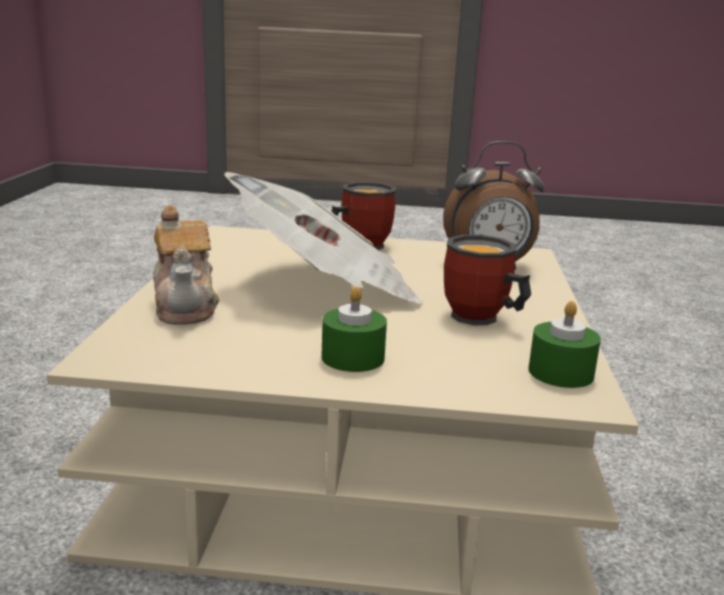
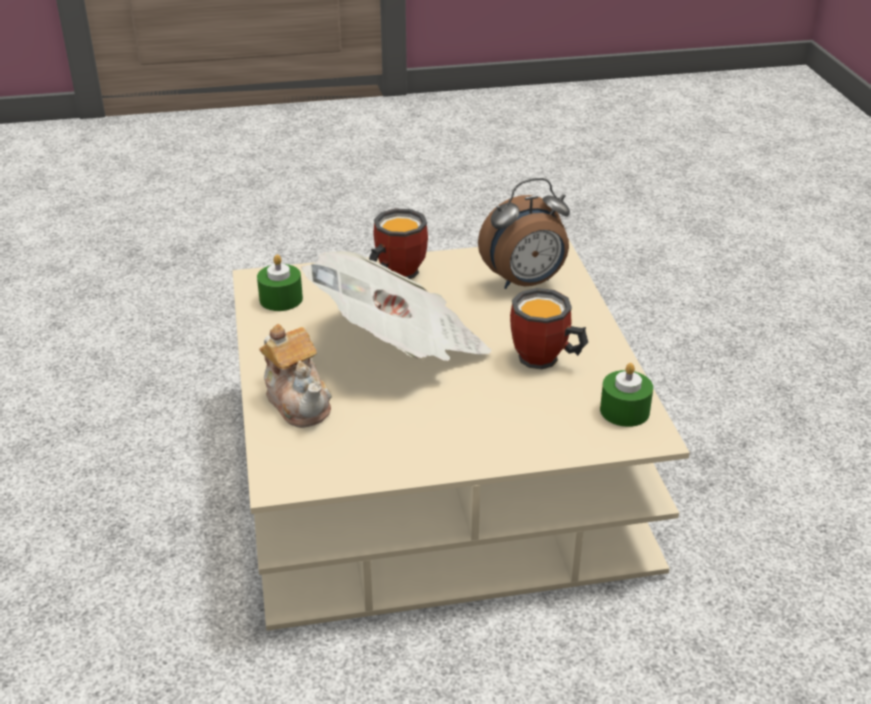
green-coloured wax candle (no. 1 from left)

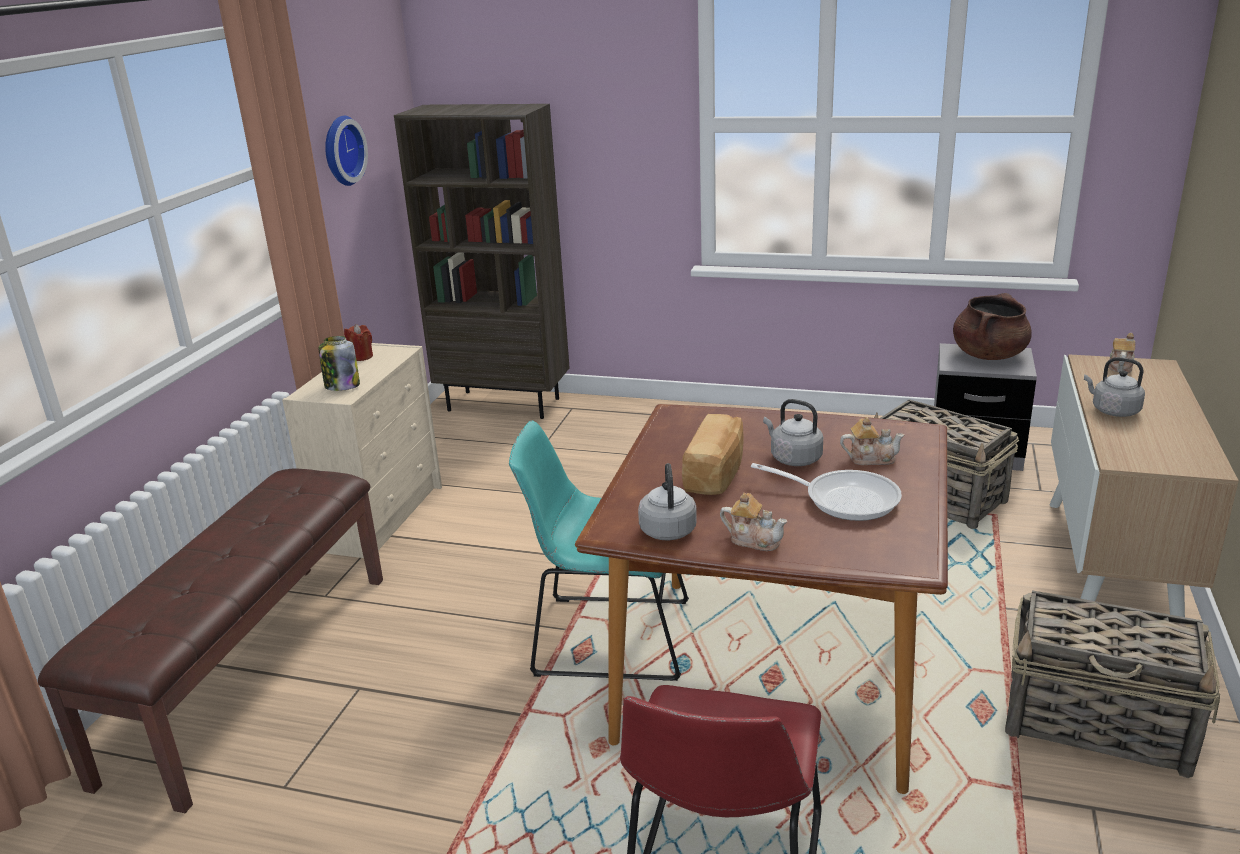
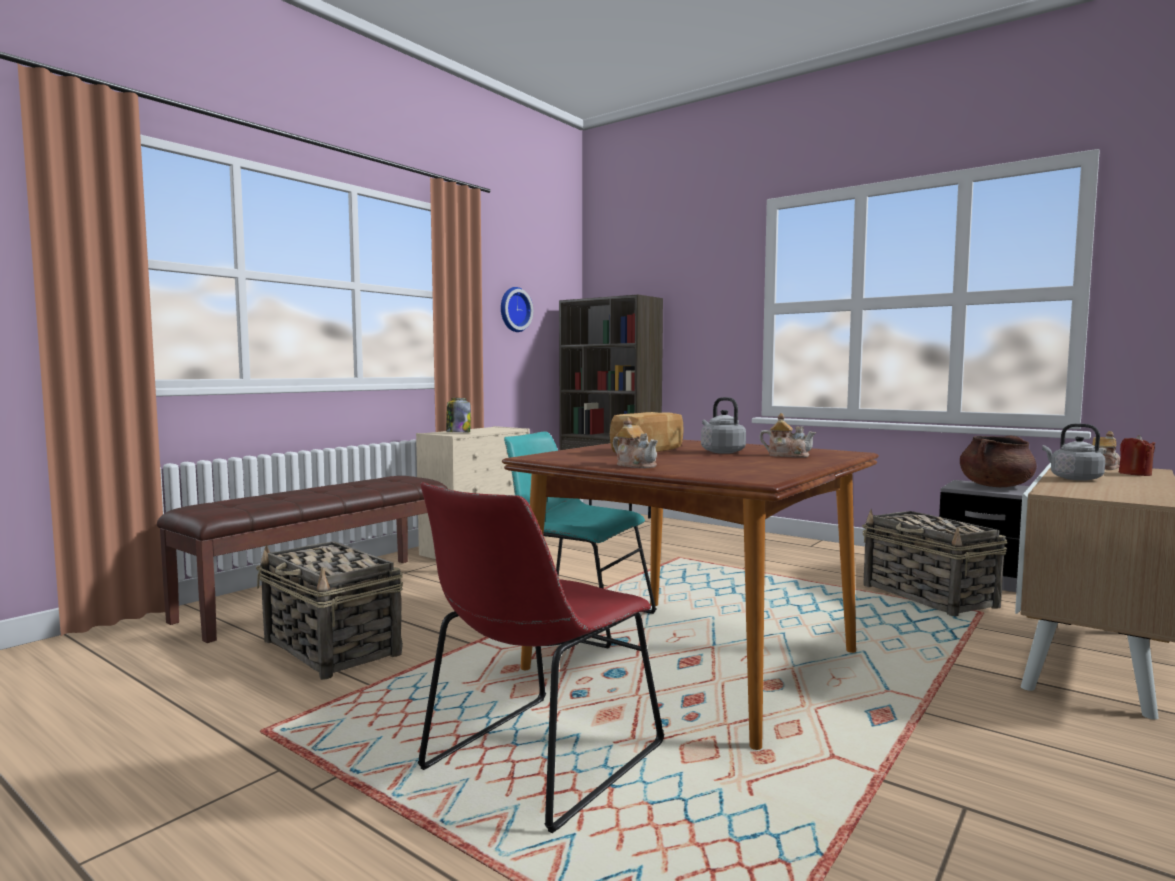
red-coloured wax candle
greyish water kettle (no. 1 from left in the first image)
skillet
storage basket (no. 1 from left)

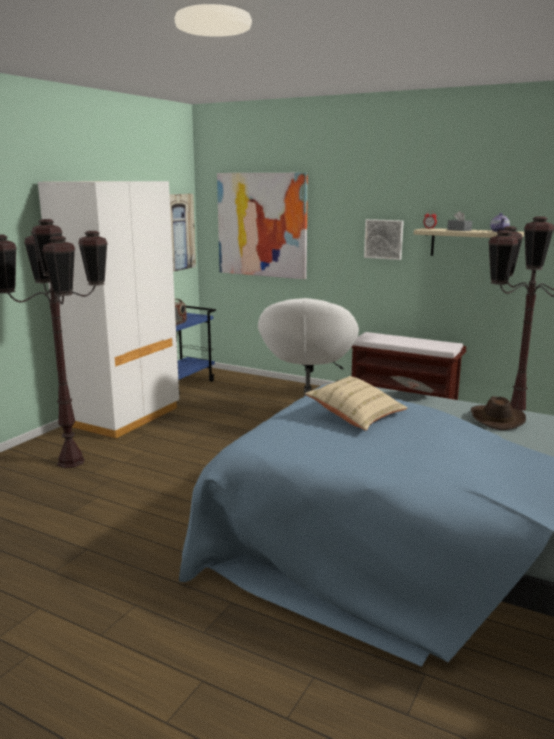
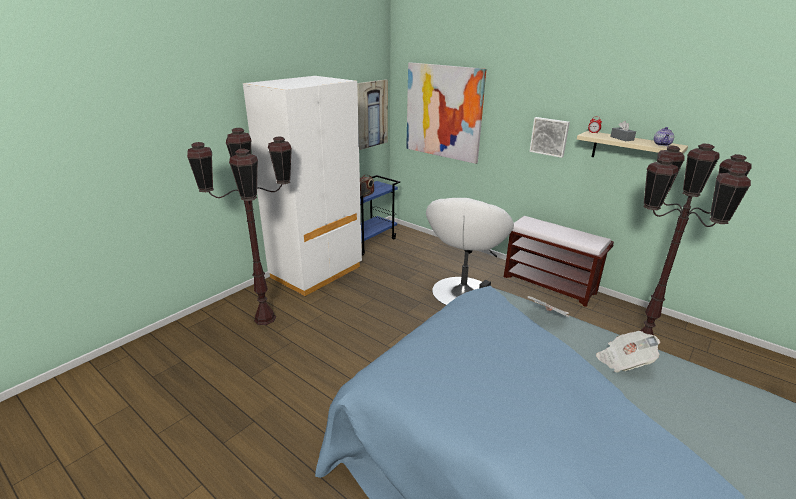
sand-coloured cushion
daily paper (no. 2 from left)

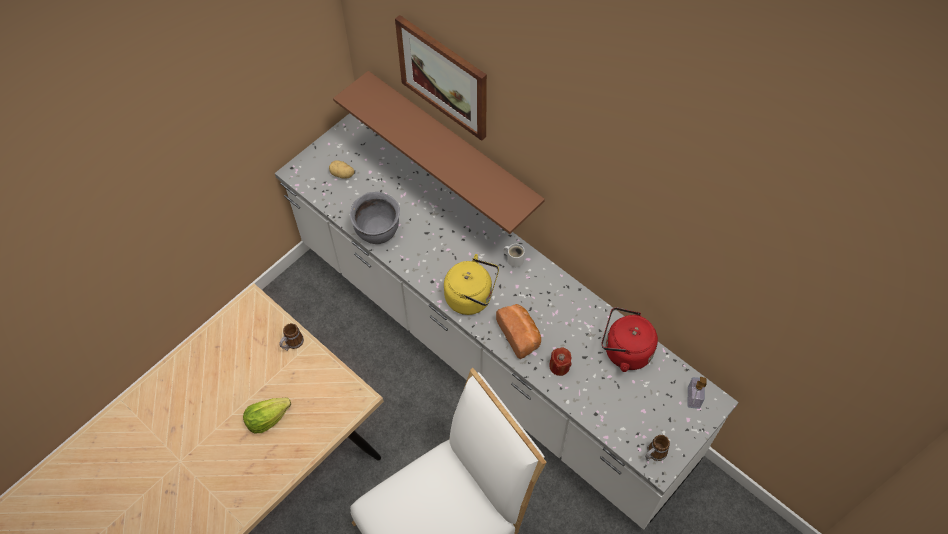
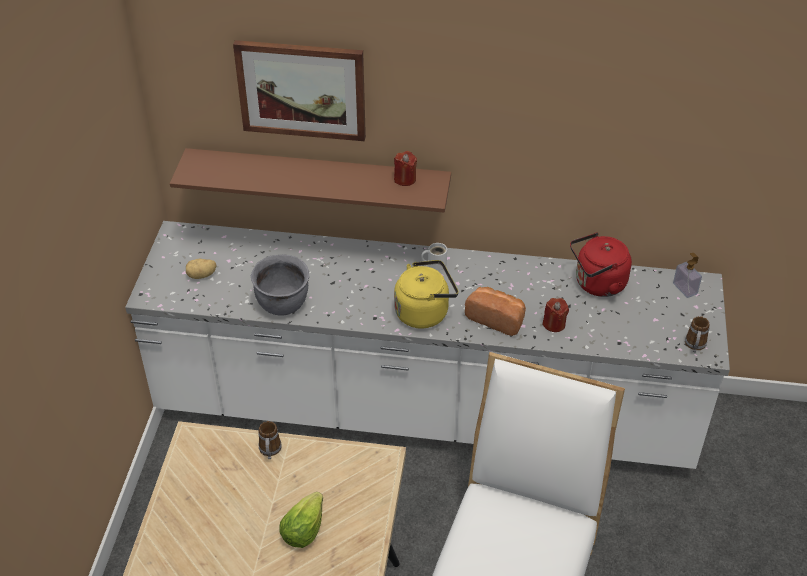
red-coloured wax candle (no. 1 from left)

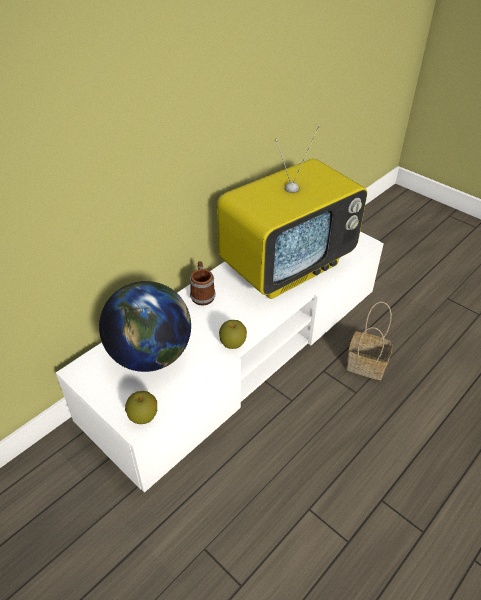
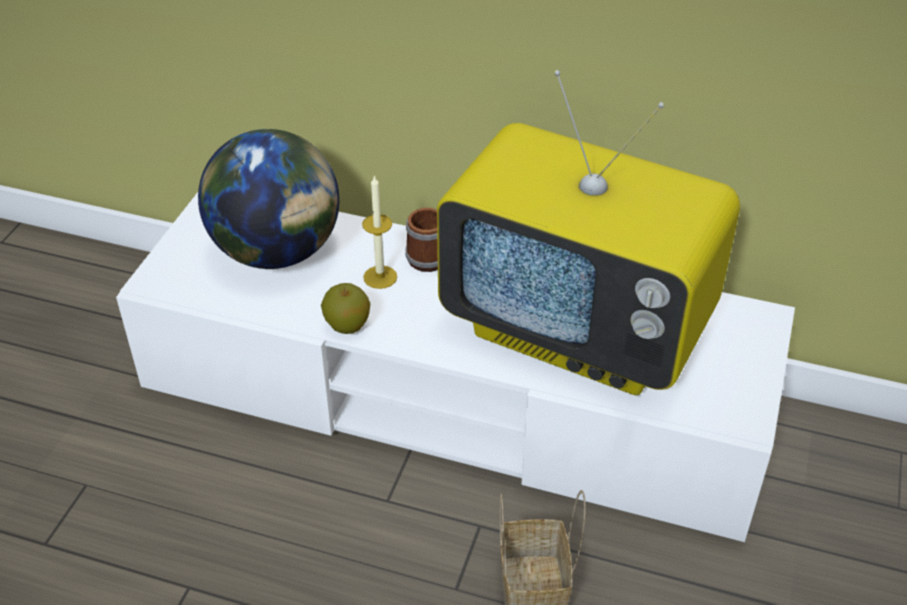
apple fruit (no. 1 from left in the first image)
wax candle

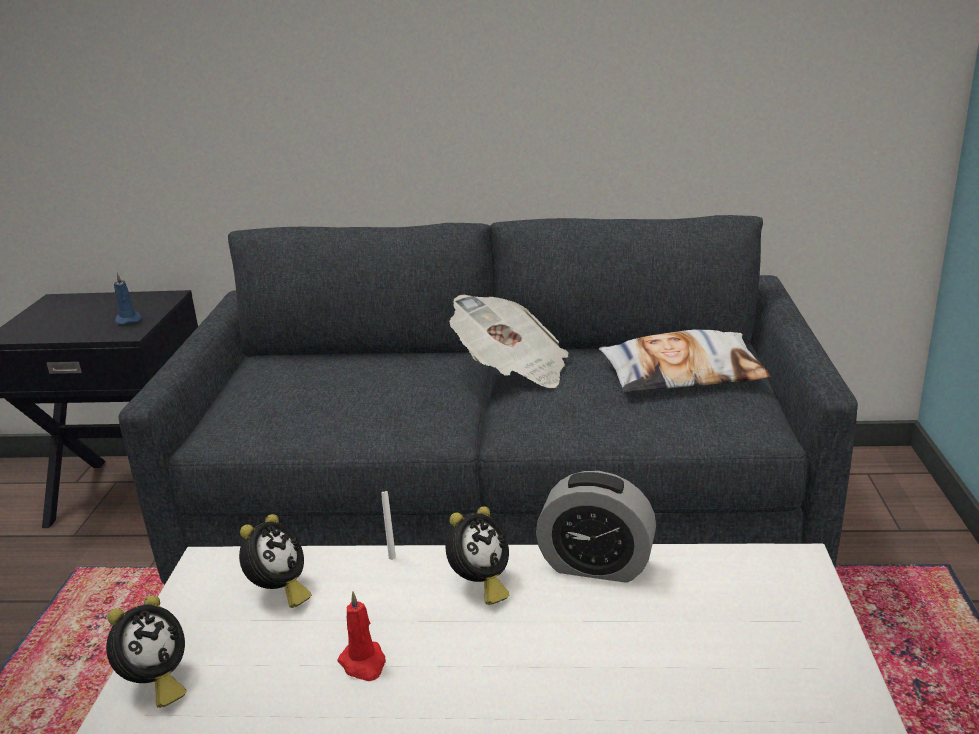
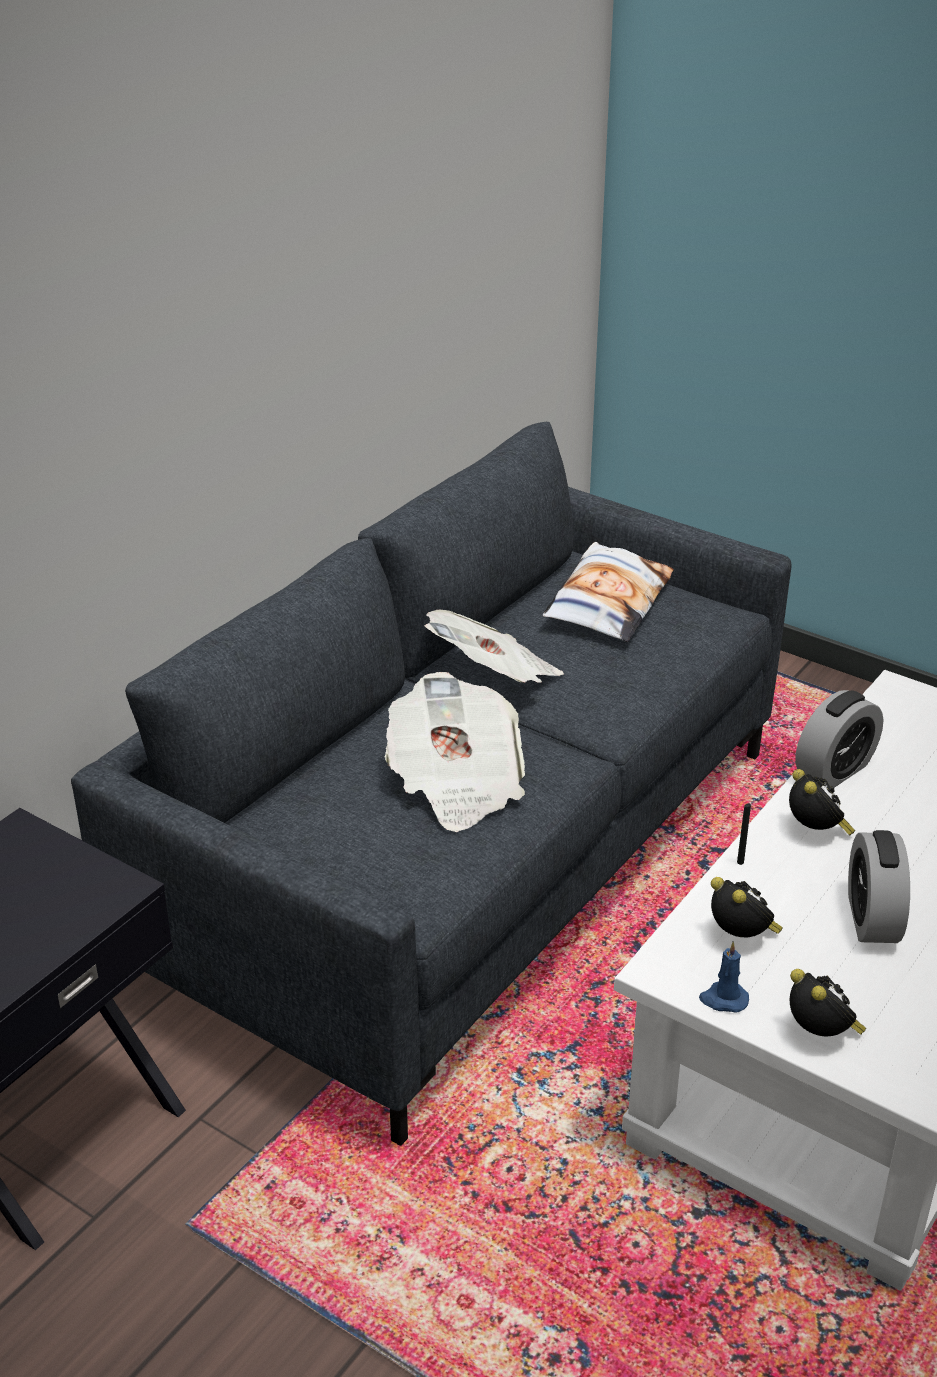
bluish wax candle
table clock (no. 5 from left)
black-coloured wax candle
daily paper (no. 1 from left)

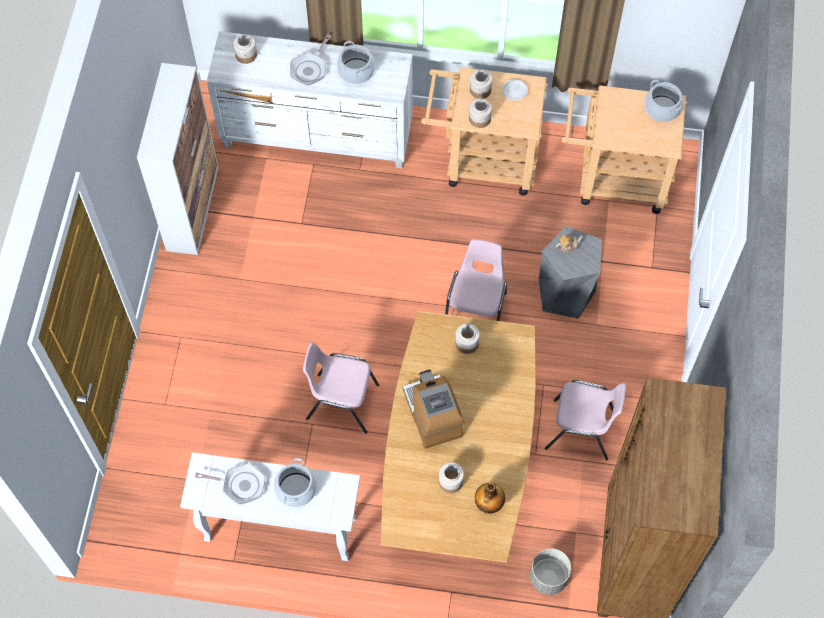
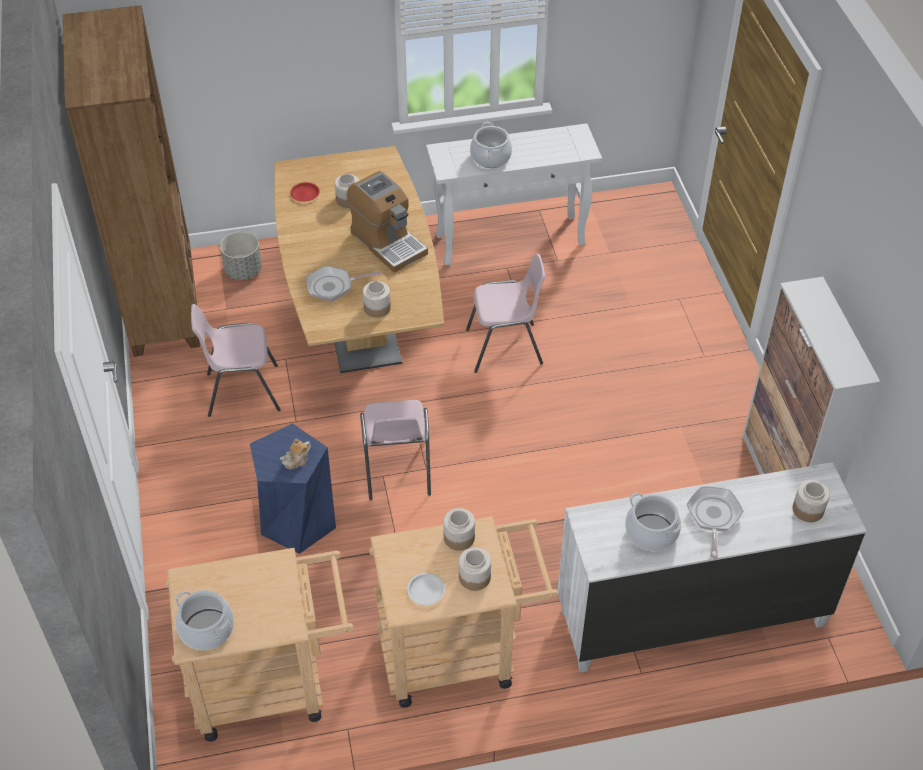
skillet (no. 1 from left)
red-coloured flat dish
bluish stool

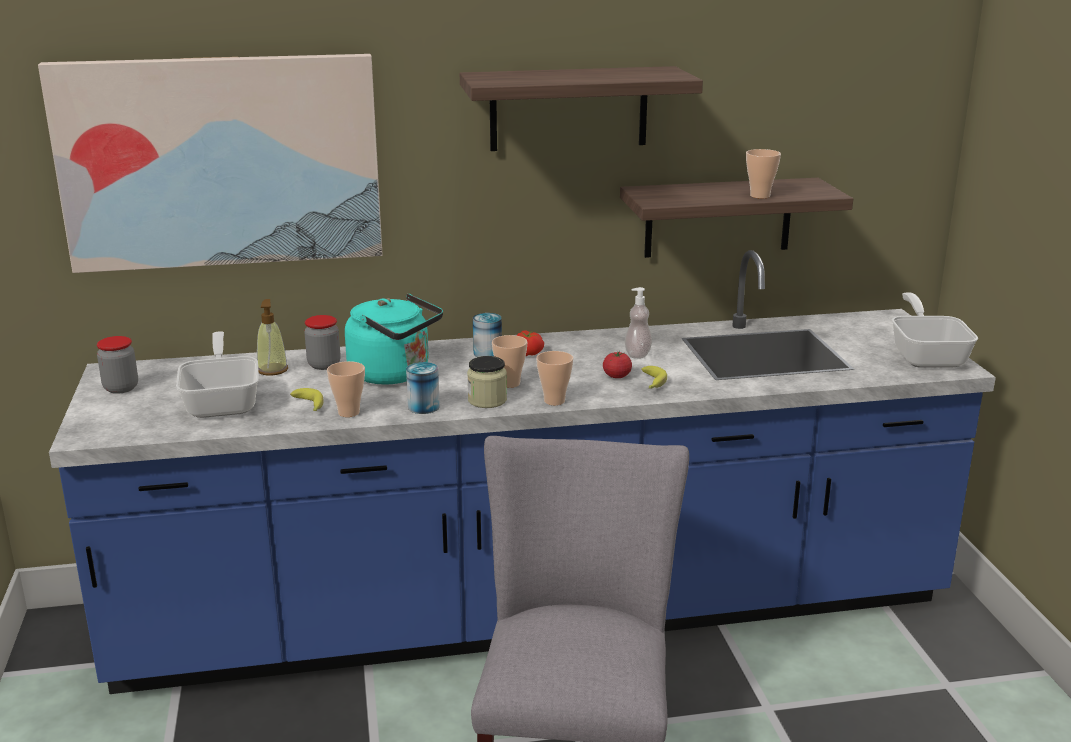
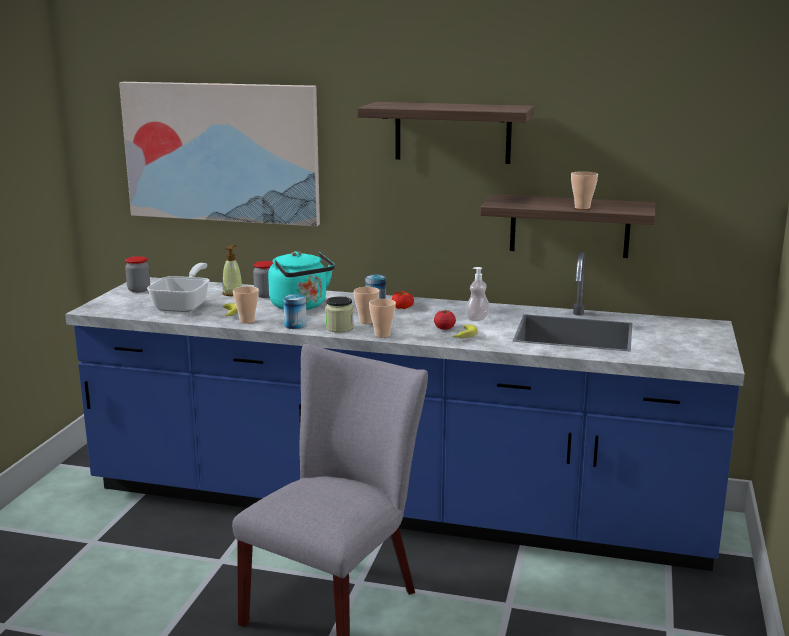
skillet (no. 2 from left in the first image)

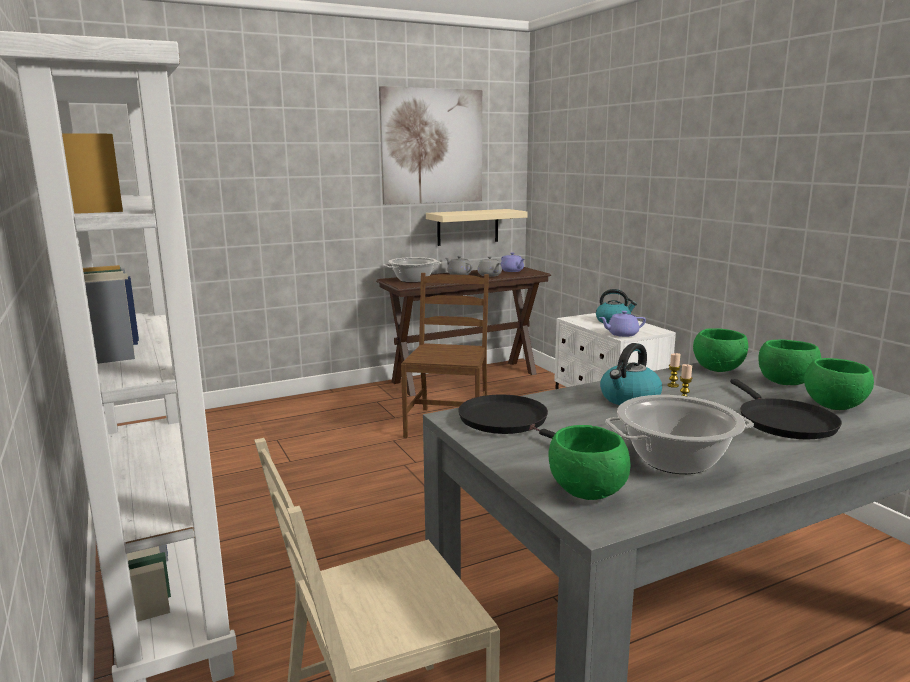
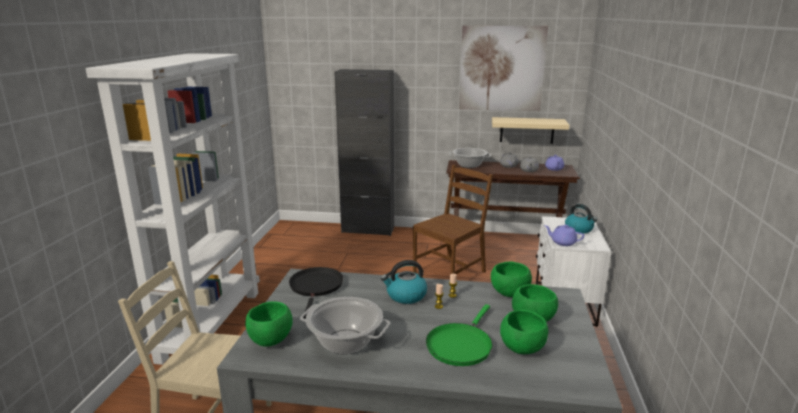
green-coloured skillet
black-coloured cupboard

